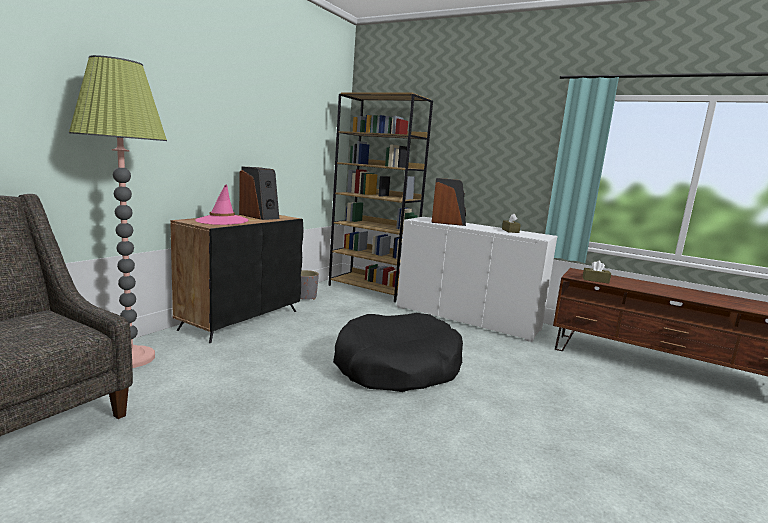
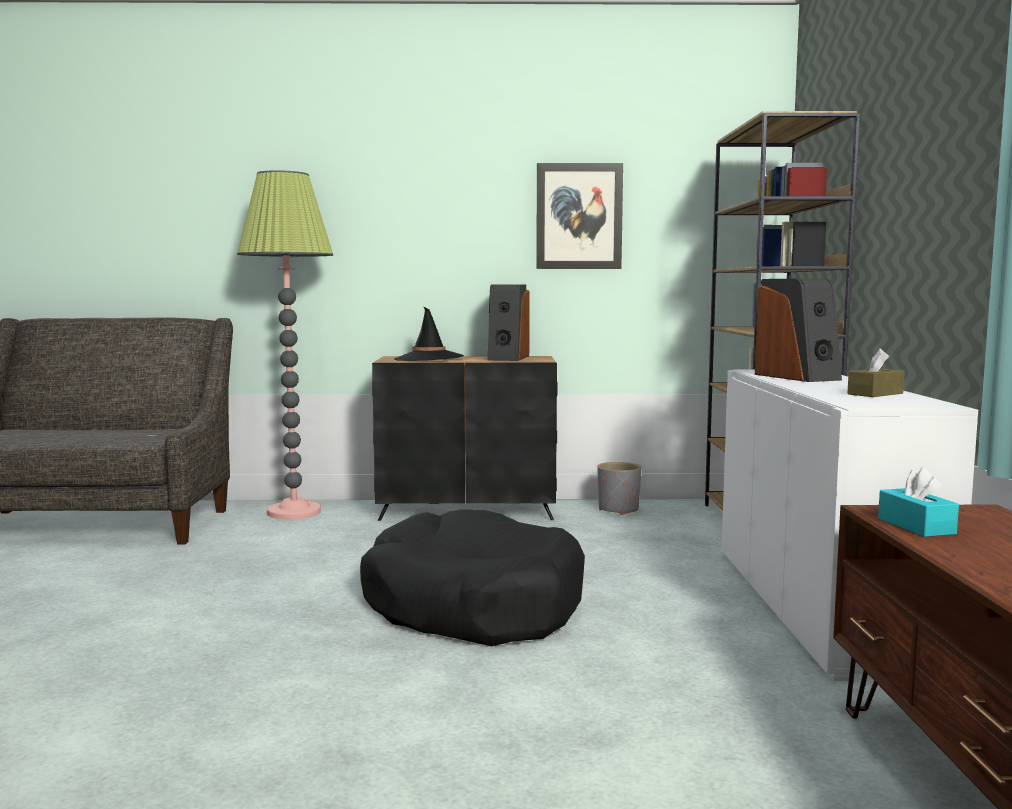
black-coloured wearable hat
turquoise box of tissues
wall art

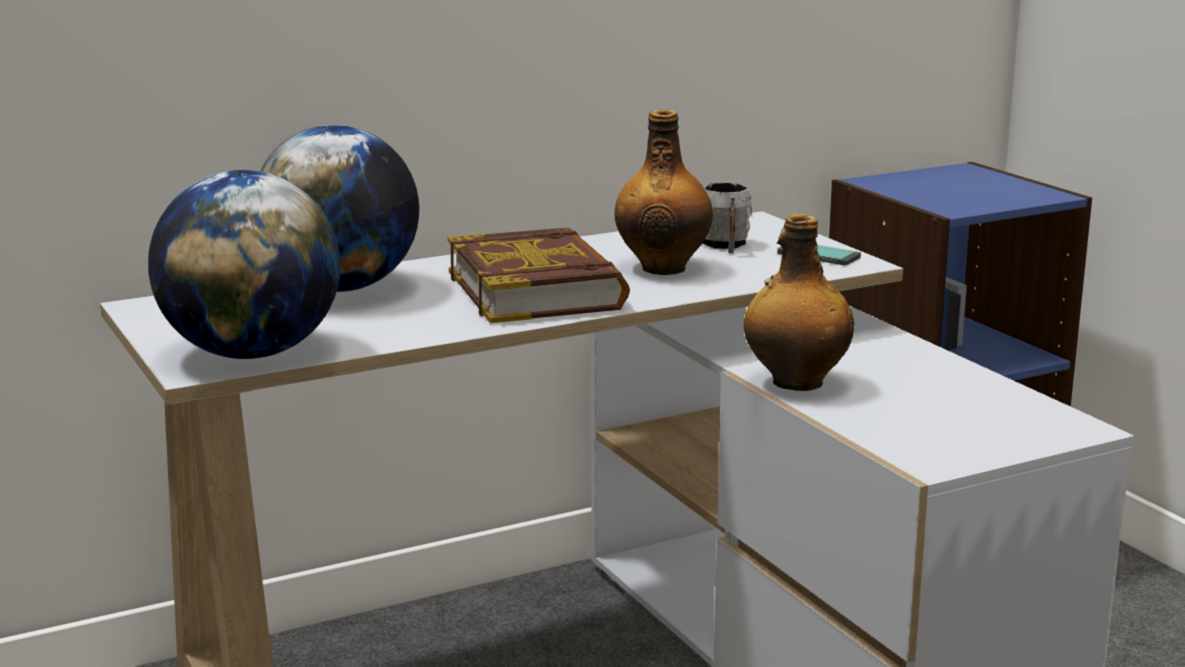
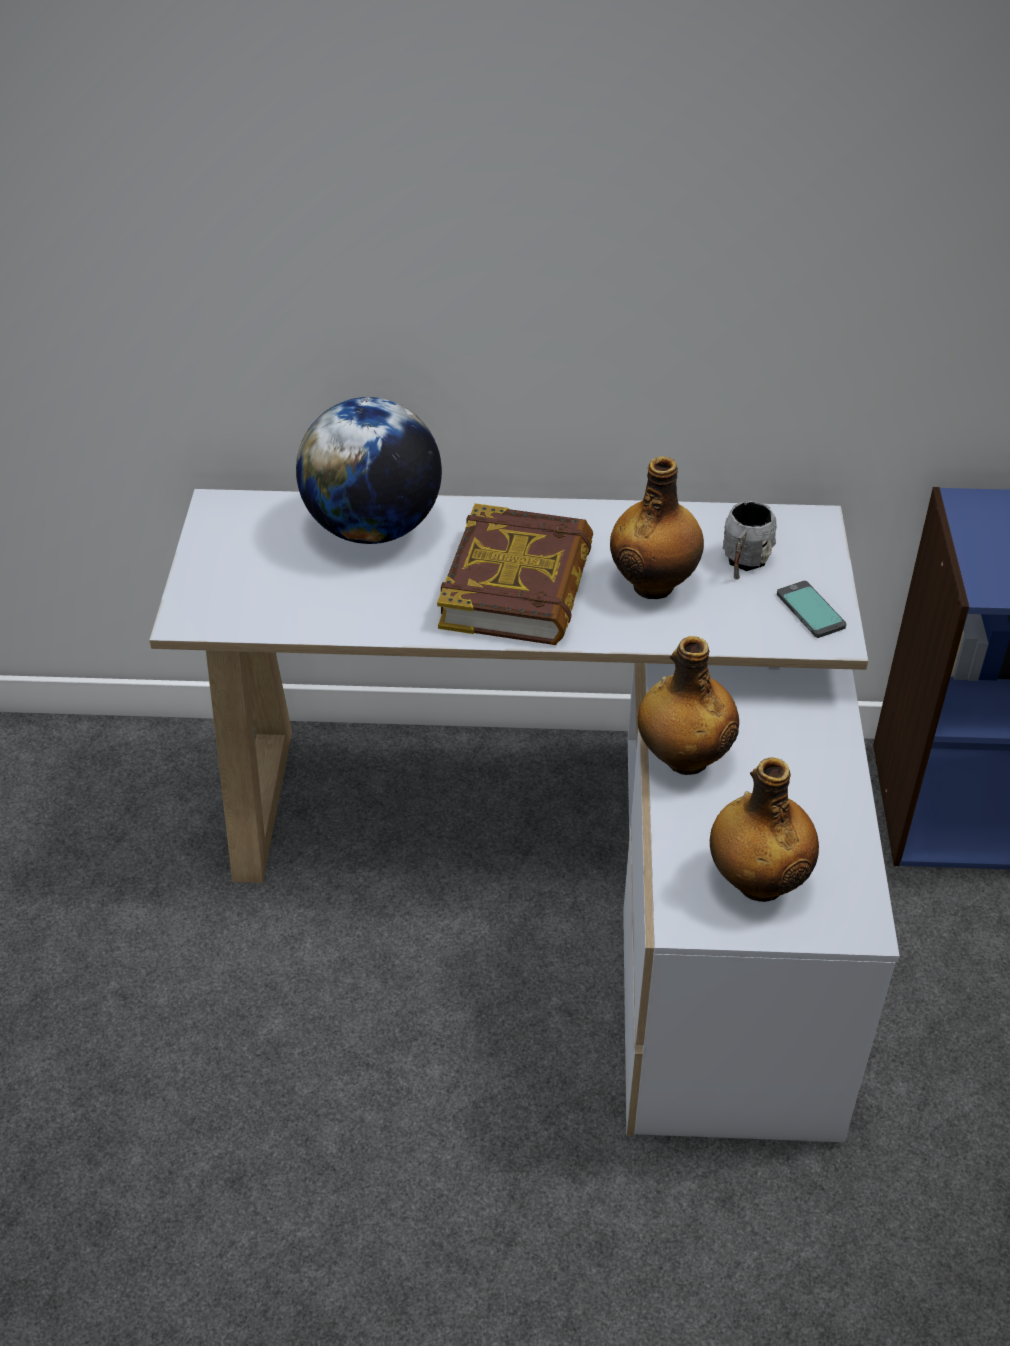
globe (no. 1 from left in the first image)
beverage bottle (no. 3 from left)

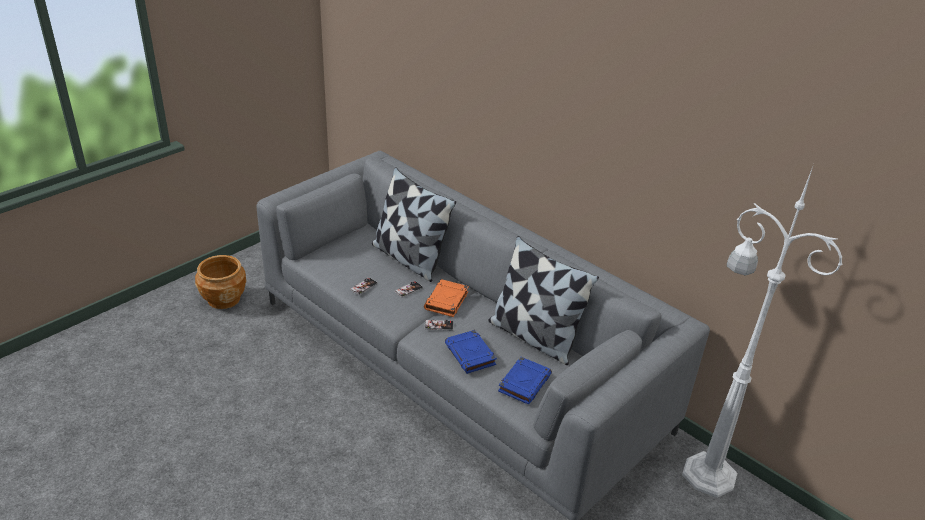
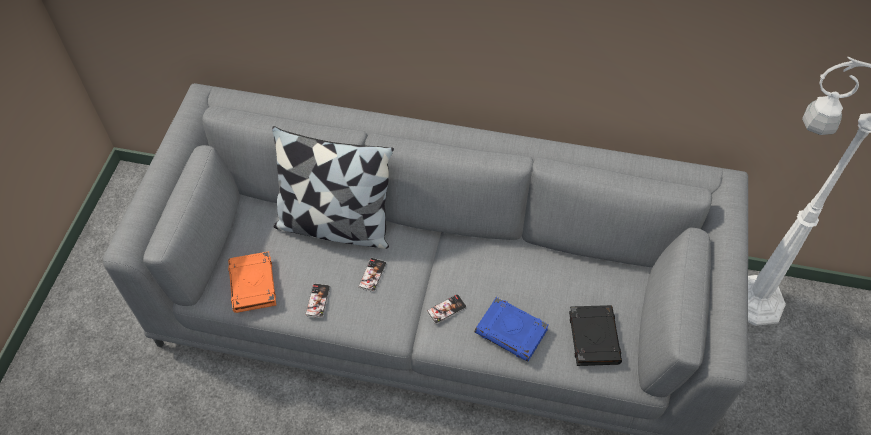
brownish plant pot
orangey book
cushion (no. 2 from left in the first image)
black-coloured book

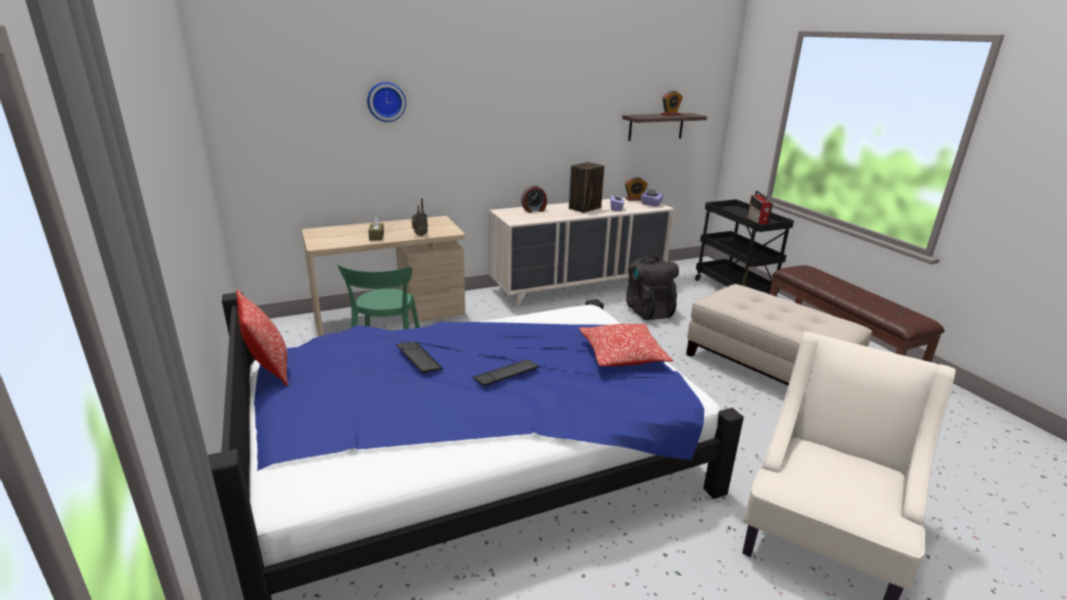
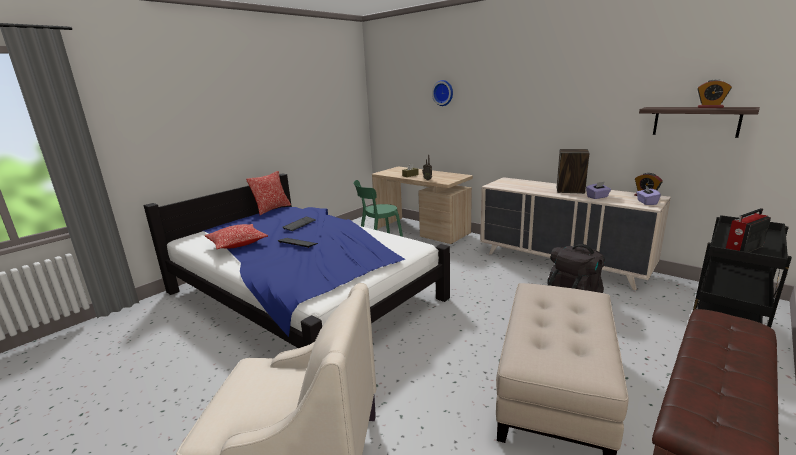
table clock (no. 1 from left in the first image)
cushion (no. 1 from left)

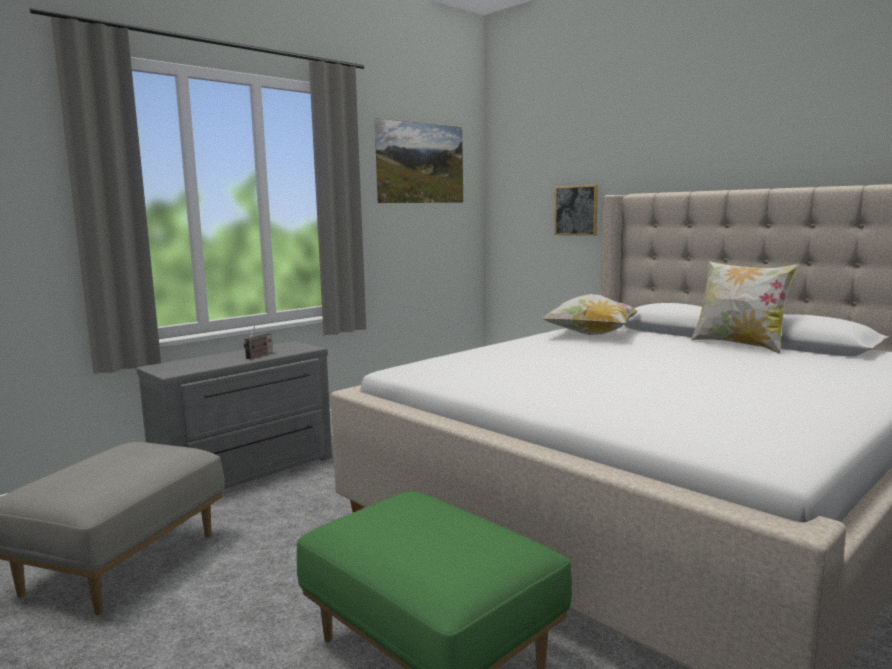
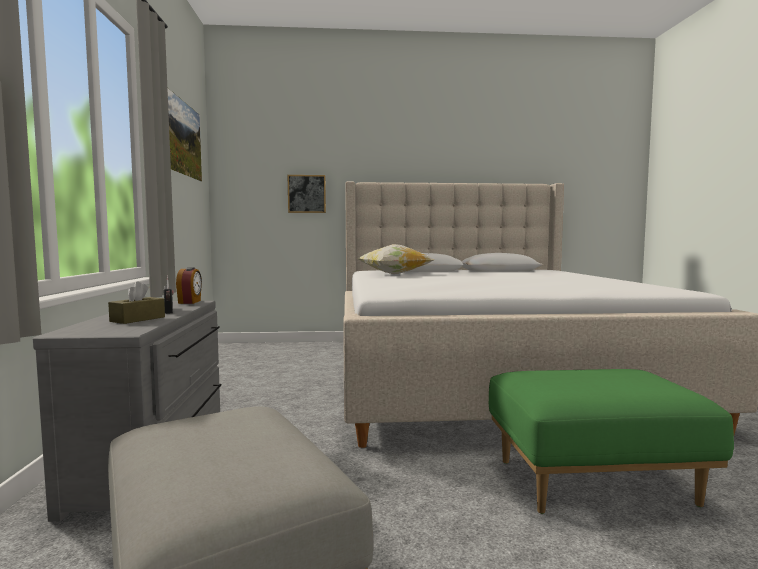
cushion (no. 2 from left in the first image)
brownish box of tissues
table clock

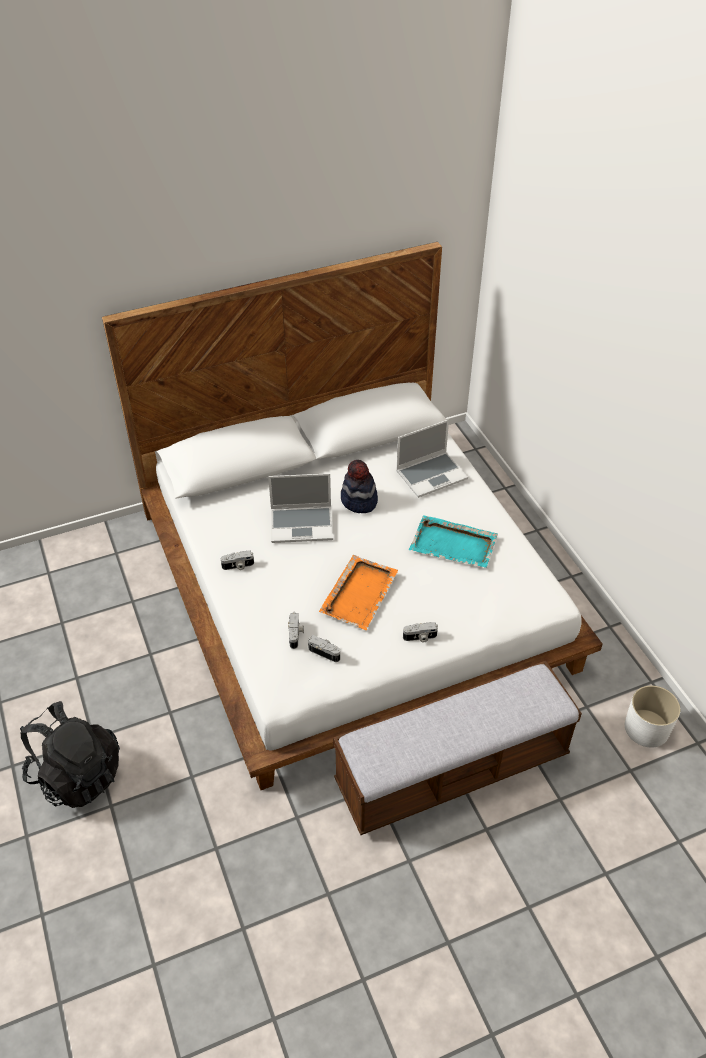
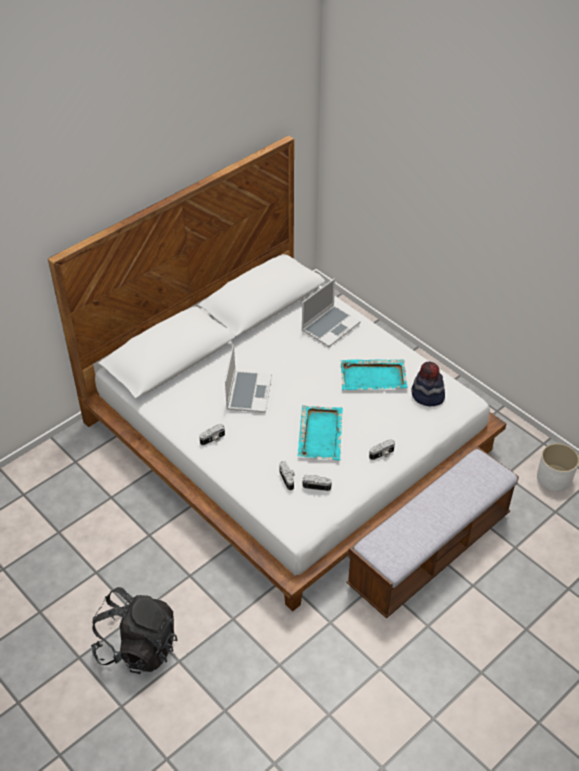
portable computer (no. 1 from left)
turquoise carrying tray (no. 1 from left)
wearable hat

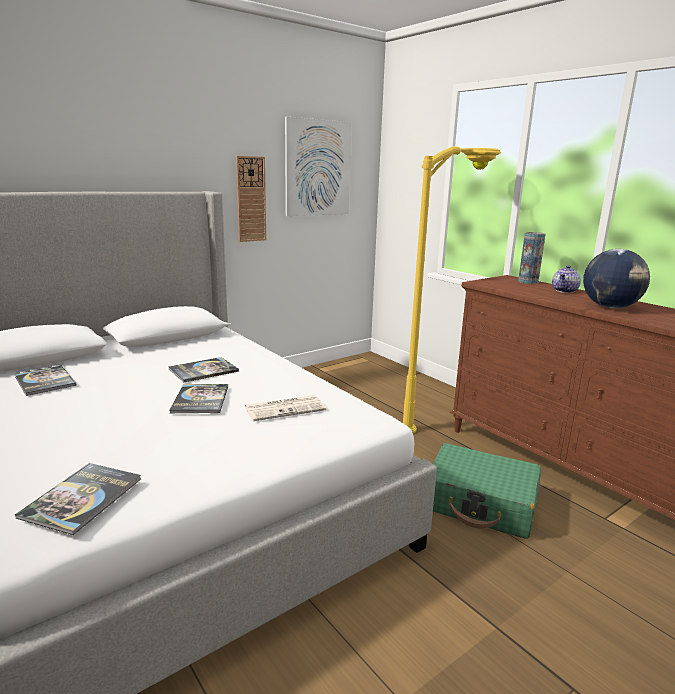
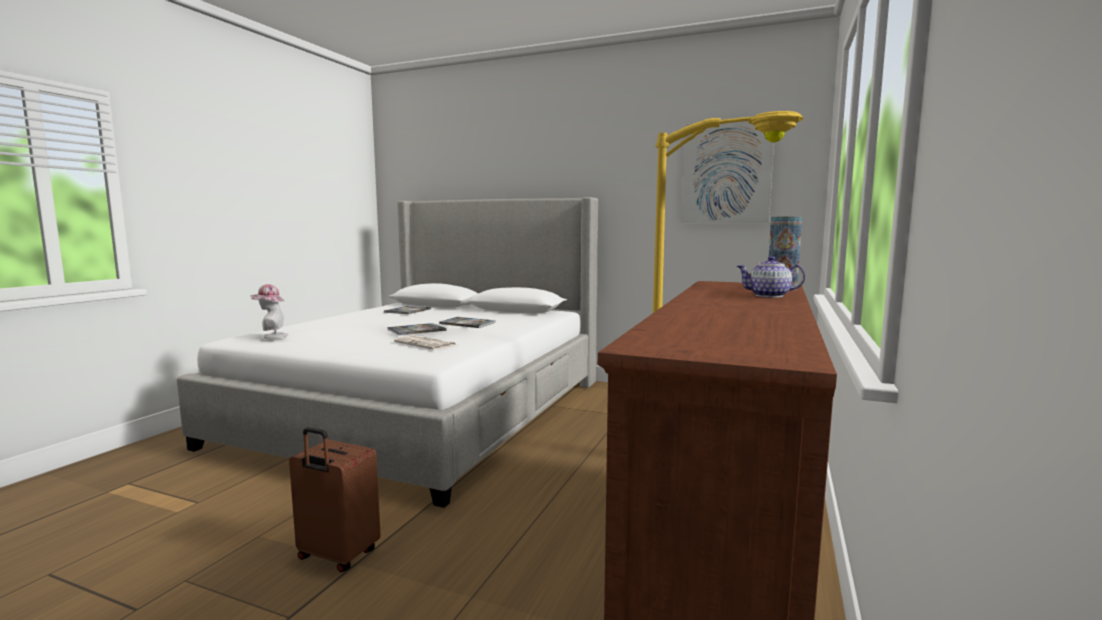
wearable hat
wall clock
green-coloured piece of luggage
globe
brownish piece of luggage

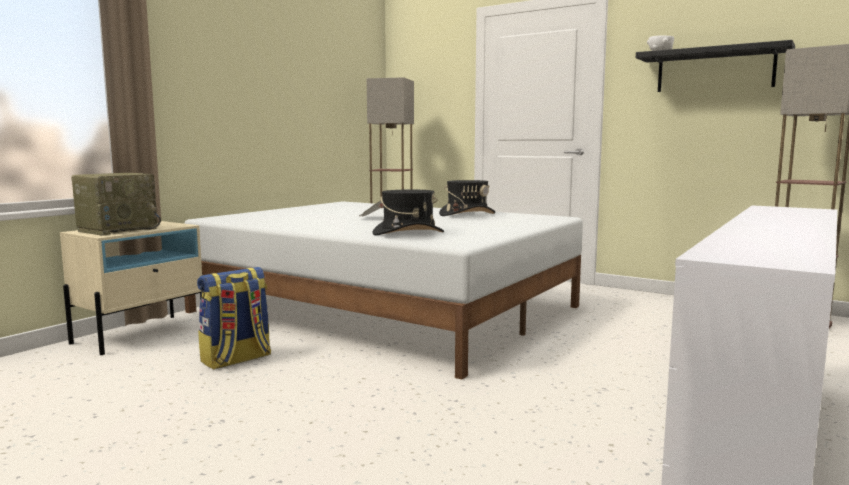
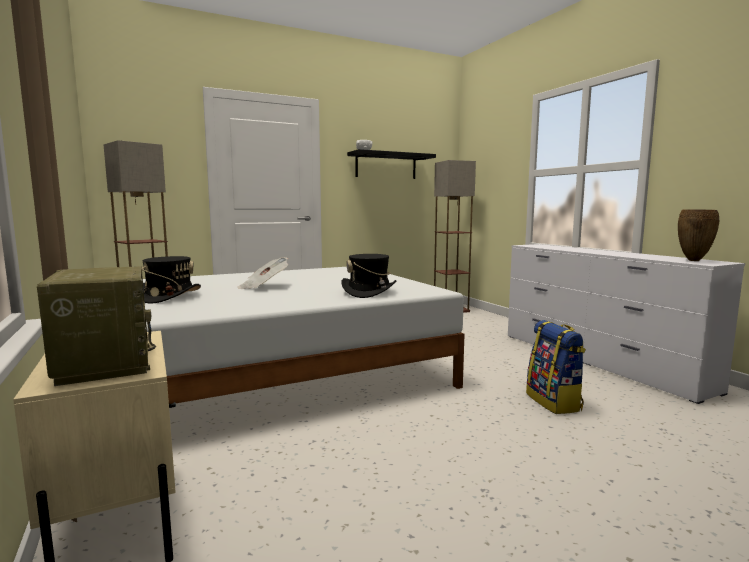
backpack
black-coloured wearable hat (no. 1 from left)
brownish flower vase

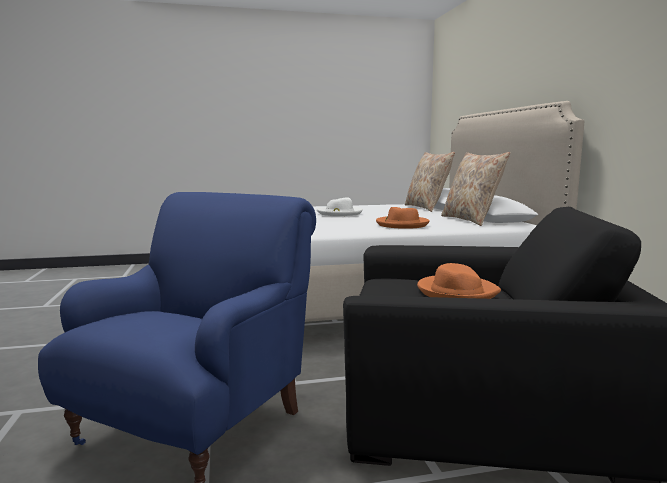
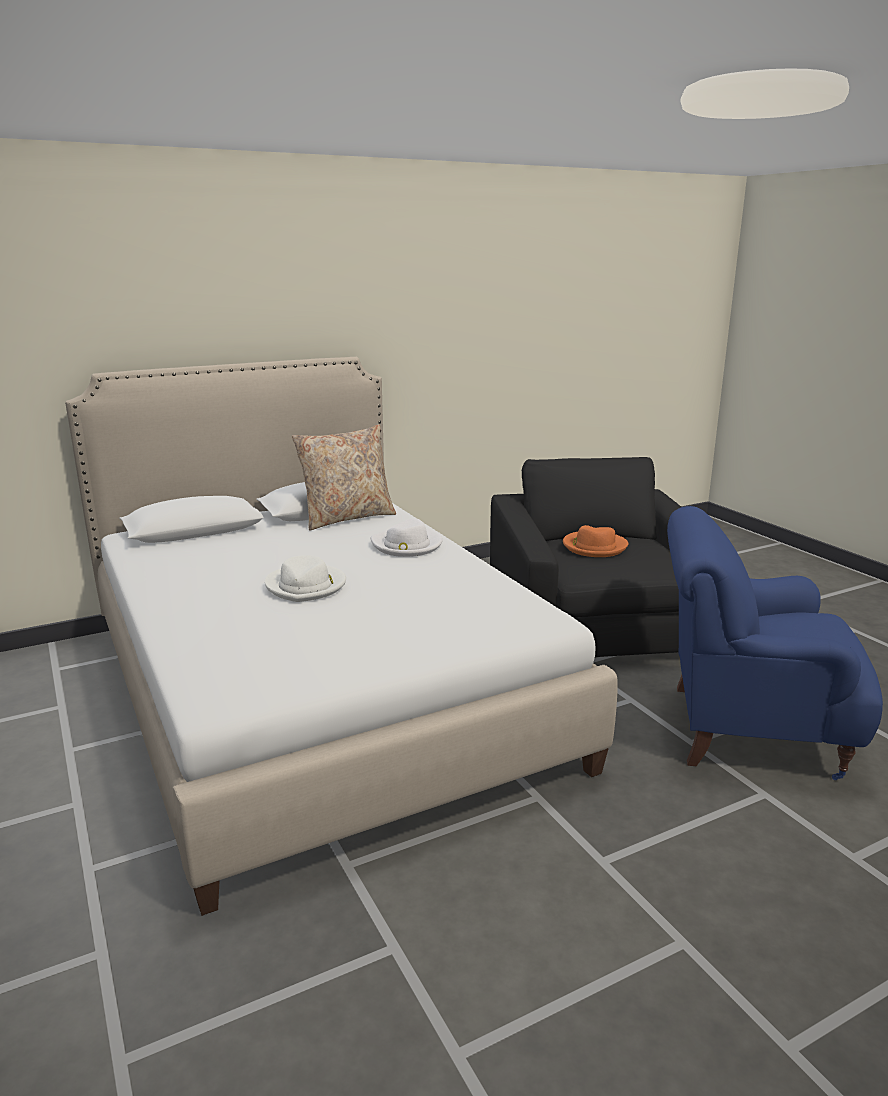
whitish wearable hat (no. 2 from left)
sand-coloured cushion (no. 1 from left in the first image)

